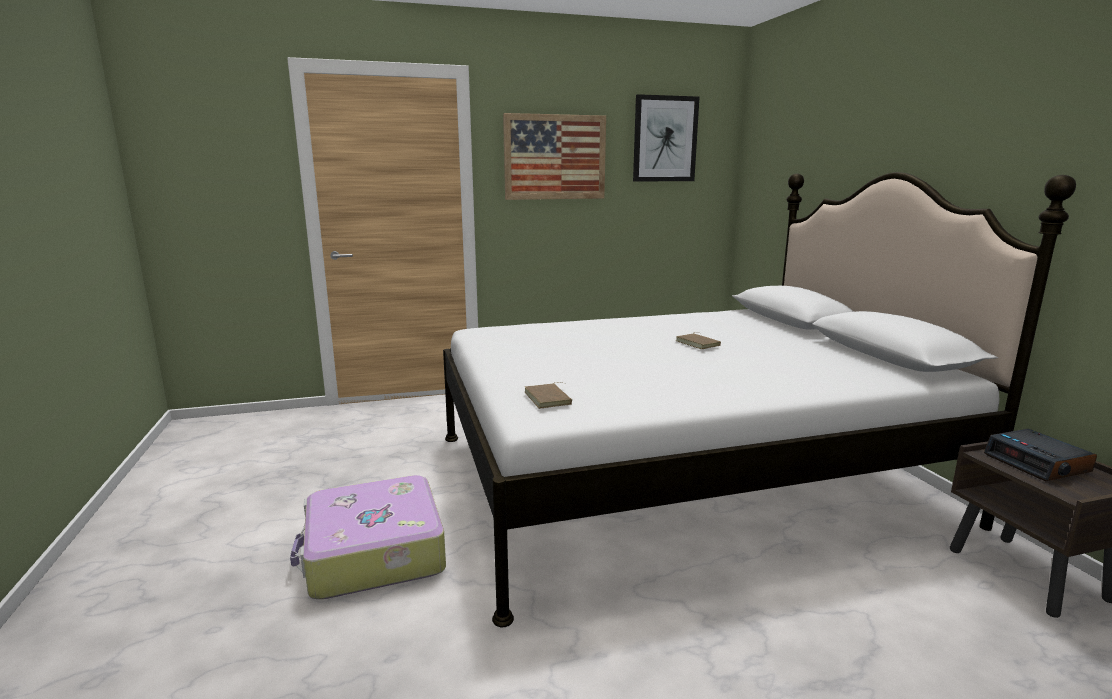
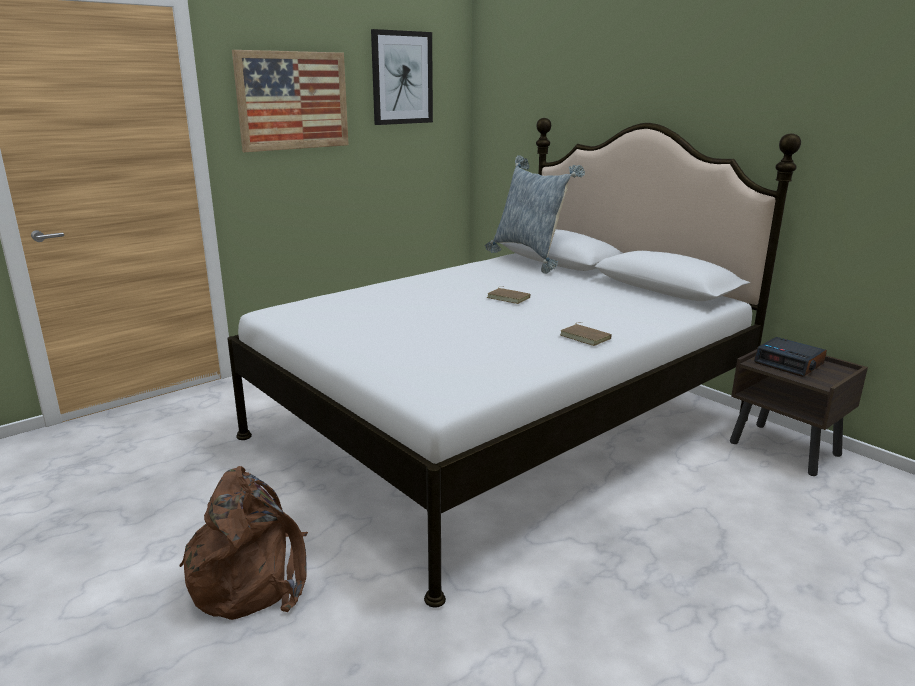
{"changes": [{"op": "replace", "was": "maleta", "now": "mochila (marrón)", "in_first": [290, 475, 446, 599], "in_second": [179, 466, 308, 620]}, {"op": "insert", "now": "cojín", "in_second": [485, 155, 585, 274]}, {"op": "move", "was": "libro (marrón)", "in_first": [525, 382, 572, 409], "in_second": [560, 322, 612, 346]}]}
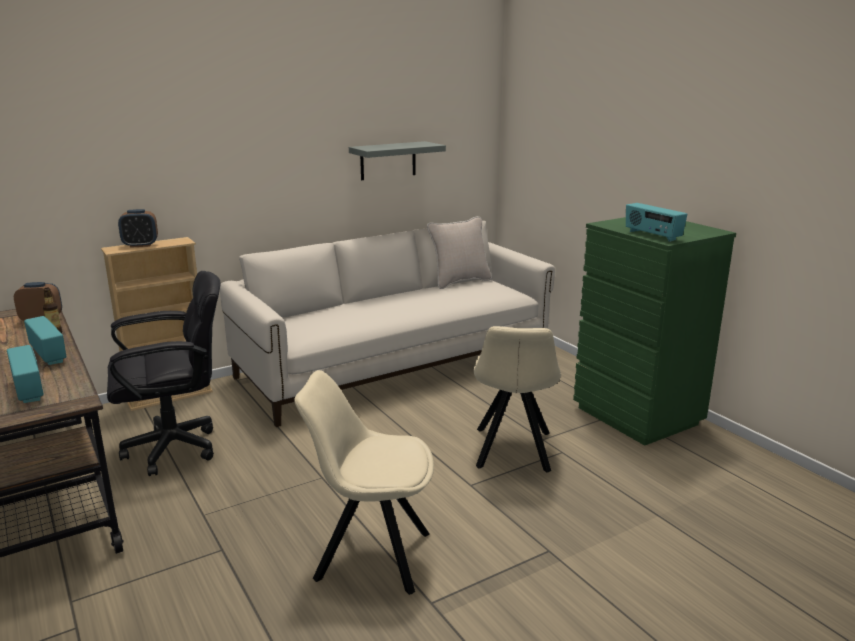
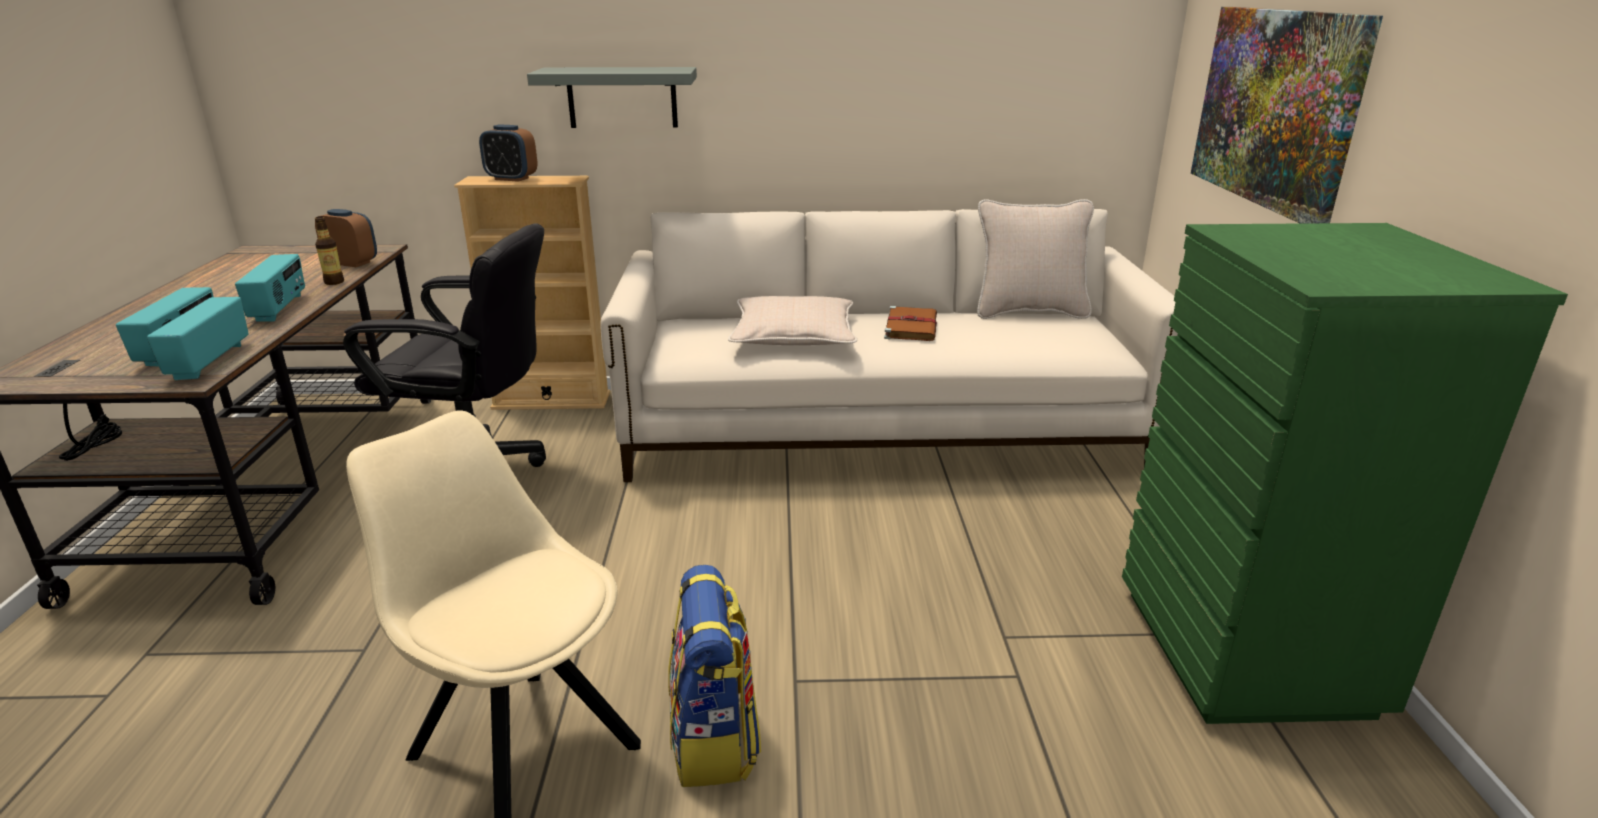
{"changes": [{"op": "move", "was": "radio", "in_first": [626, 203, 687, 242], "in_second": [147, 297, 248, 380]}, {"op": "move", "was": "estante (gris)", "in_first": [349, 141, 446, 180], "in_second": [527, 67, 697, 128]}, {"op": "insert", "now": "mochila", "in_second": [668, 565, 761, 787]}, {"op": "insert", "now": "cojín (beis)", "in_second": [728, 296, 857, 345]}, {"op": "insert", "now": "libro (marrón)", "in_second": [884, 306, 937, 341]}, {"op": "insert", "now": "cuadro", "in_second": [1191, 7, 1383, 224]}, {"op": "delete", "was": "silla (beis)", "in_first": [474, 326, 561, 473]}]}
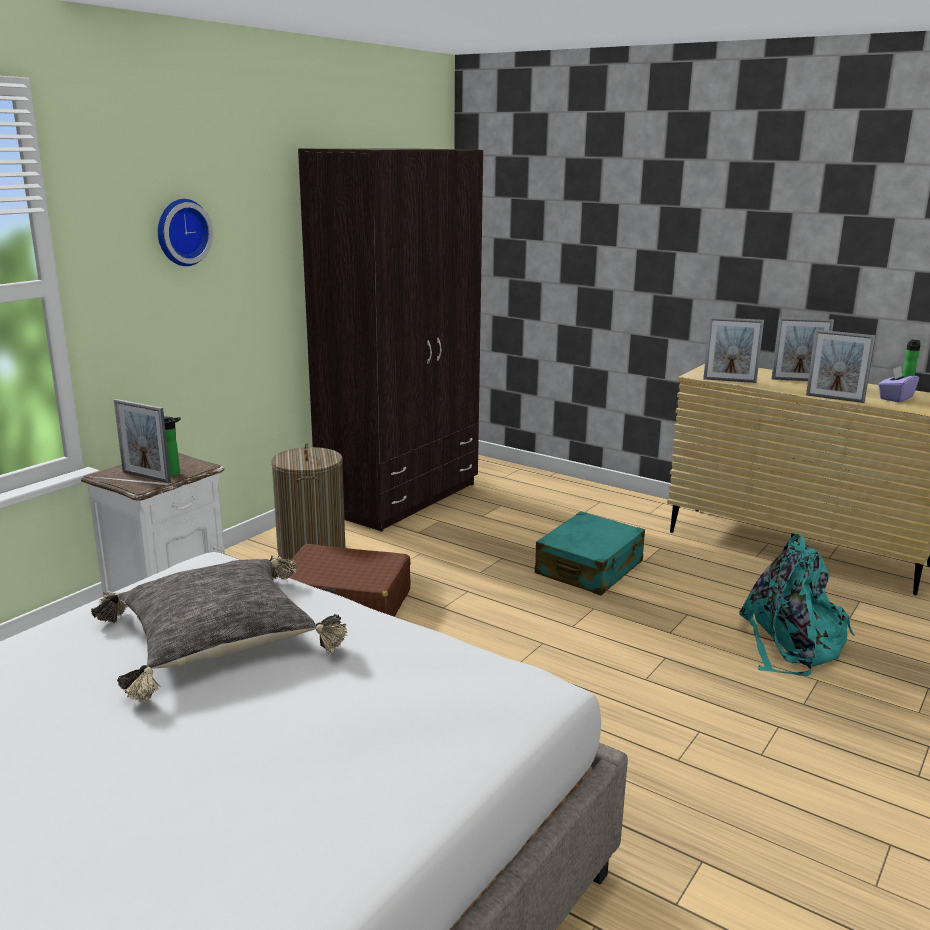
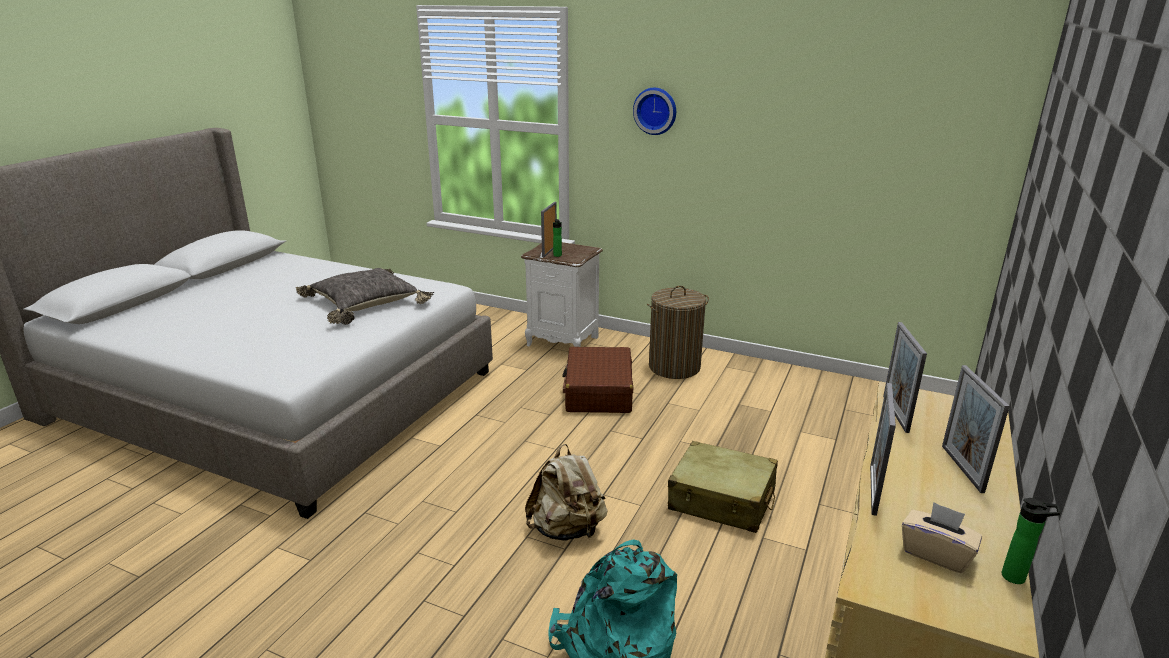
{"changes": [{"op": "insert", "now": "mochila (beis)", "in_second": [525, 444, 608, 541]}, {"op": "recolor", "was": "maleta (turquesa)", "now": "maleta (beis)", "in_first": [535, 511, 645, 595], "in_second": [668, 441, 778, 533]}, {"op": "recolor", "was": "caja de pañuelos (morado)", "now": "caja de pañuelos (beis)", "in_first": [878, 366, 919, 403], "in_second": [902, 502, 982, 573]}, {"op": "delete", "was": "armario ropero (marrón)", "in_first": [298, 149, 483, 532]}]}
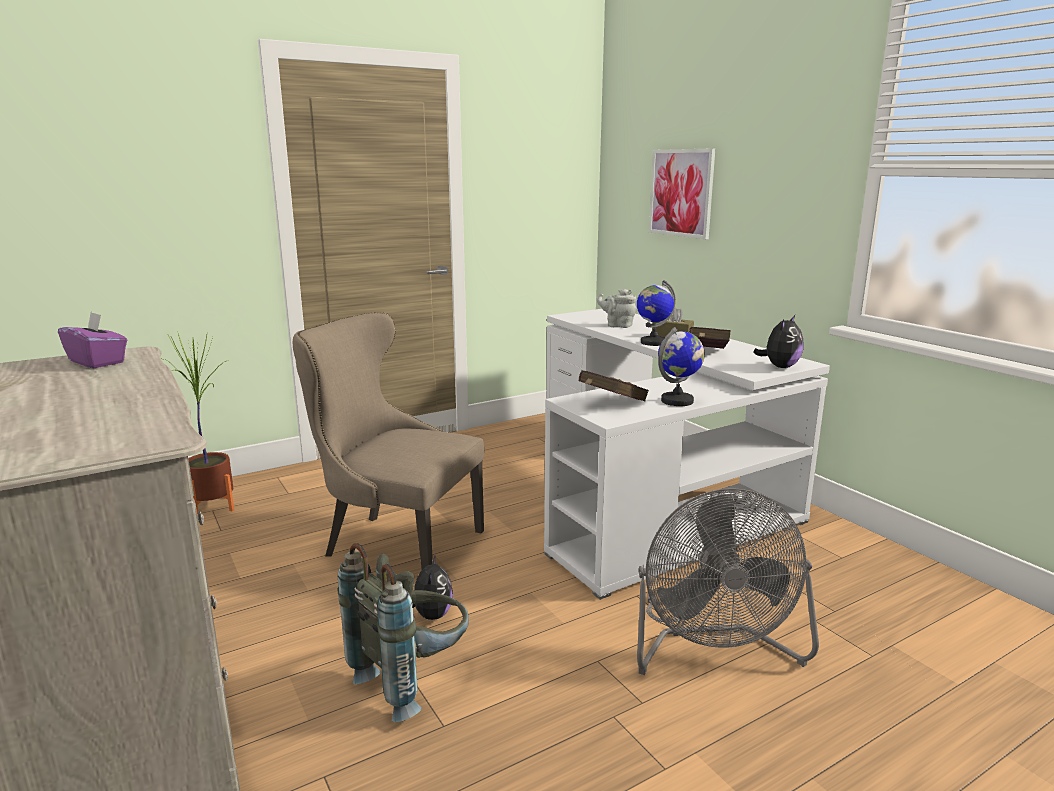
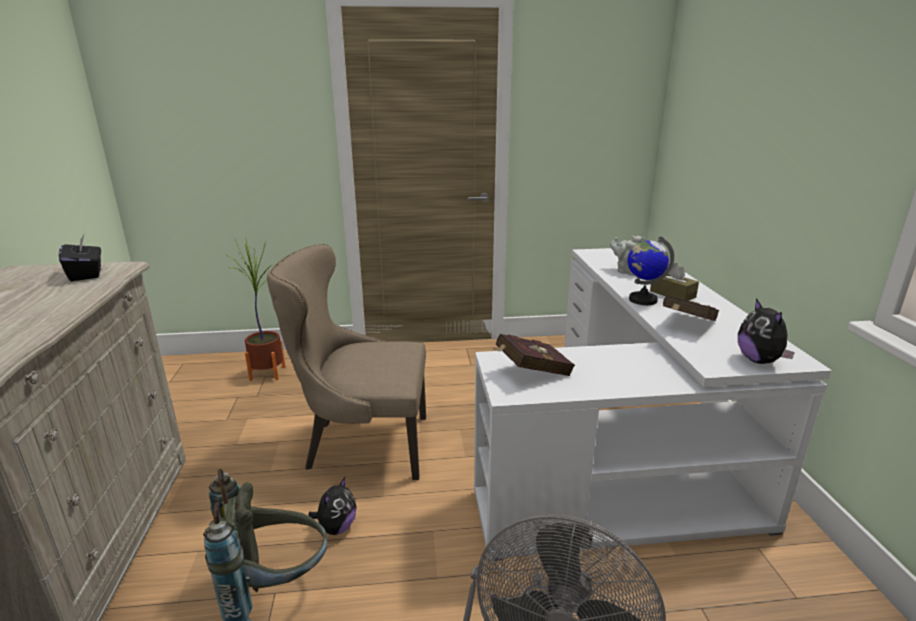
{"changes": [{"op": "recolor", "was": "caja de pañuelos (morado)", "now": "caja de pañuelos (negro)", "in_first": [58, 312, 127, 368], "in_second": [59, 235, 101, 281]}, {"op": "rotate", "was": "silla (beis)", "in_first": [293, 312, 484, 570], "in_second": [267, 244, 426, 480], "clockwise": -45}, {"op": "rotate", "was": "peluche", "in_first": [753, 315, 804, 368], "in_second": [738, 298, 795, 364], "clockwise": 105}, {"op": "delete", "was": "cuadro", "in_first": [649, 148, 715, 239]}, {"op": "delete", "was": "globo terráqueo", "in_first": [658, 327, 705, 406]}]}
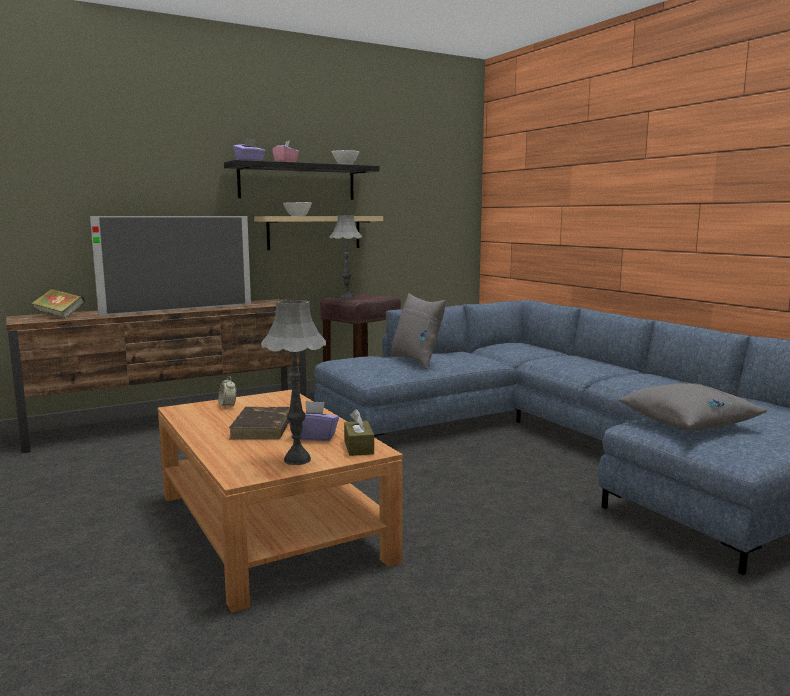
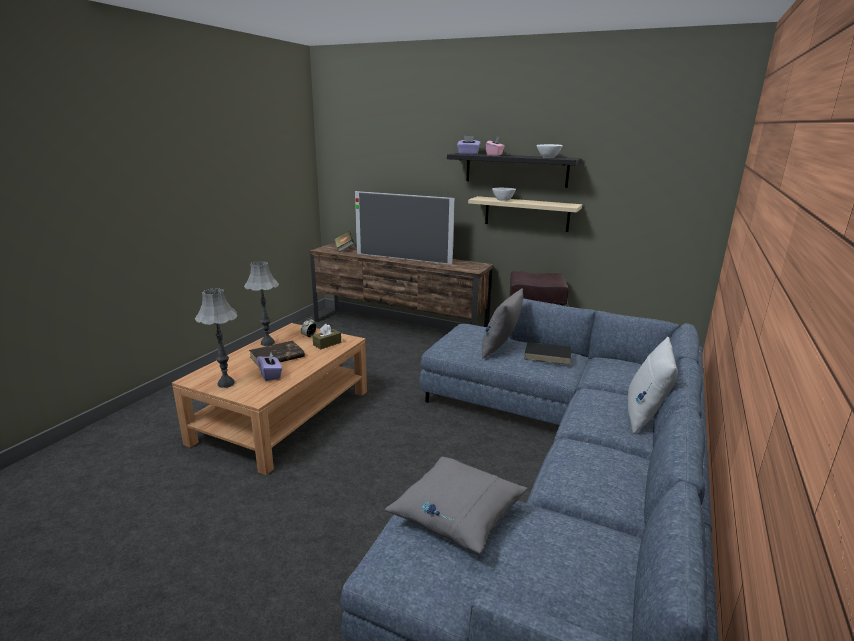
{"changes": [{"op": "move", "was": "lámpara de mesa (gris)", "in_first": [329, 215, 362, 300], "in_second": [244, 261, 279, 346]}, {"op": "move", "was": "caja de pañuelos (marrón)", "in_first": [344, 409, 374, 456], "in_second": [313, 324, 341, 349]}, {"op": "insert", "now": "libro (negro)", "in_second": [524, 342, 572, 365]}, {"op": "insert", "now": "cojín (gris)", "in_second": [628, 337, 678, 434]}]}
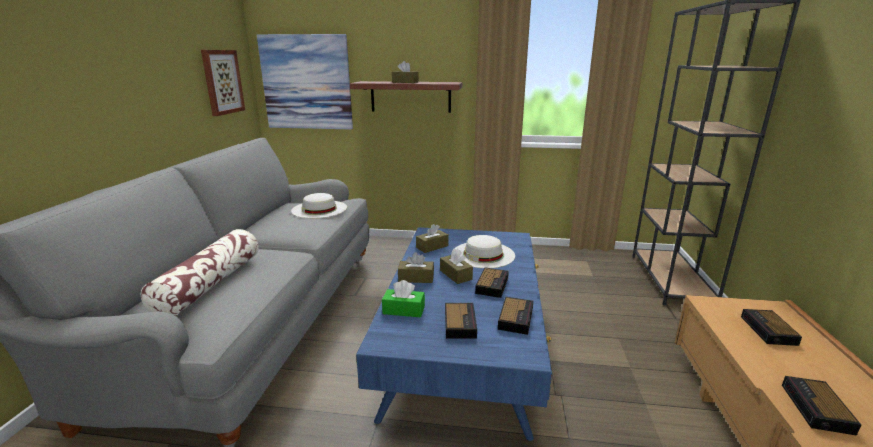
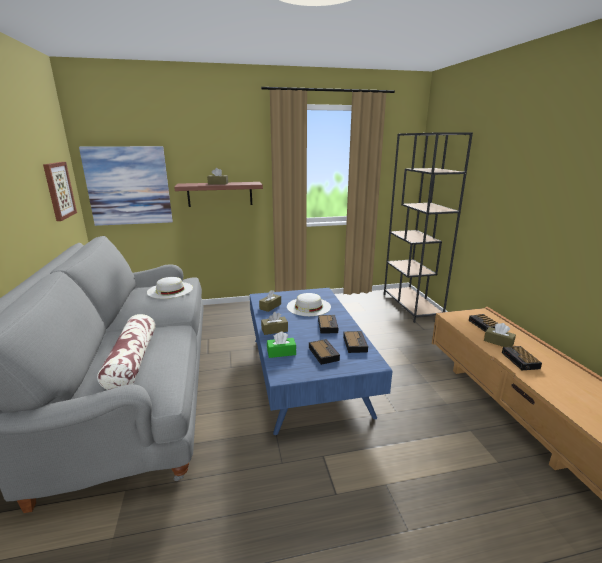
{"changes": [{"op": "move", "was": "caja de pañuelos (marrón)", "in_first": [440, 249, 473, 284], "in_second": [484, 323, 516, 347]}]}
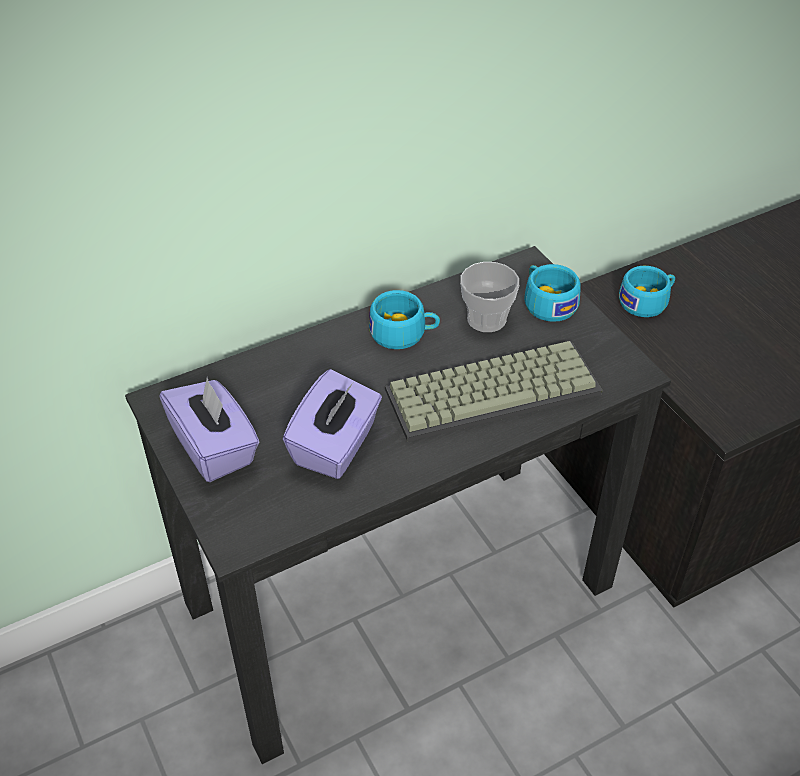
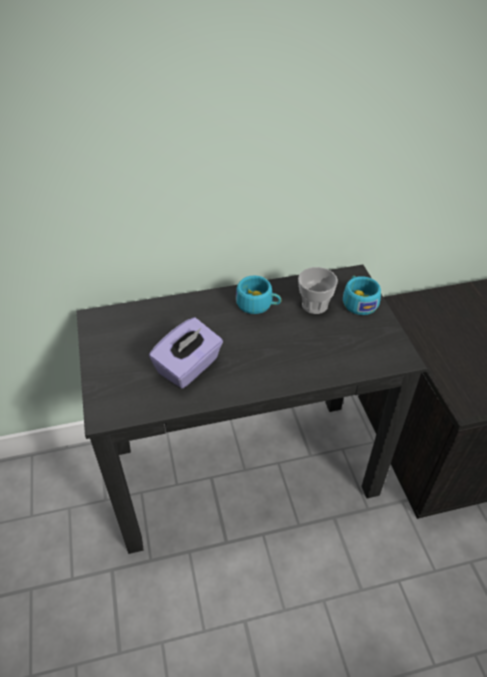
{"changes": [{"op": "delete", "was": "caja de pañuelos (morado)", "in_first": [159, 378, 259, 482]}, {"op": "delete", "was": "teclado", "in_first": [385, 341, 603, 442]}, {"op": "delete", "was": "taza (turquesa)", "in_first": [619, 266, 675, 317]}]}
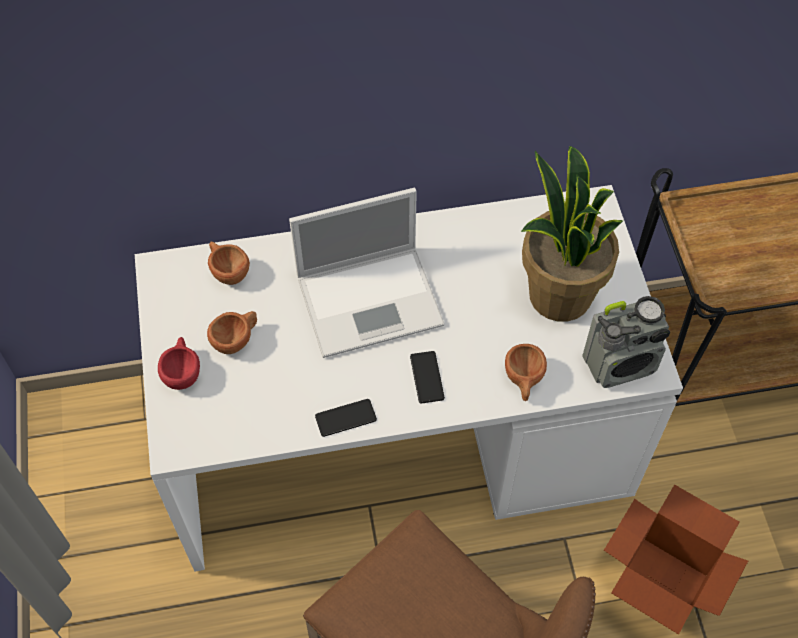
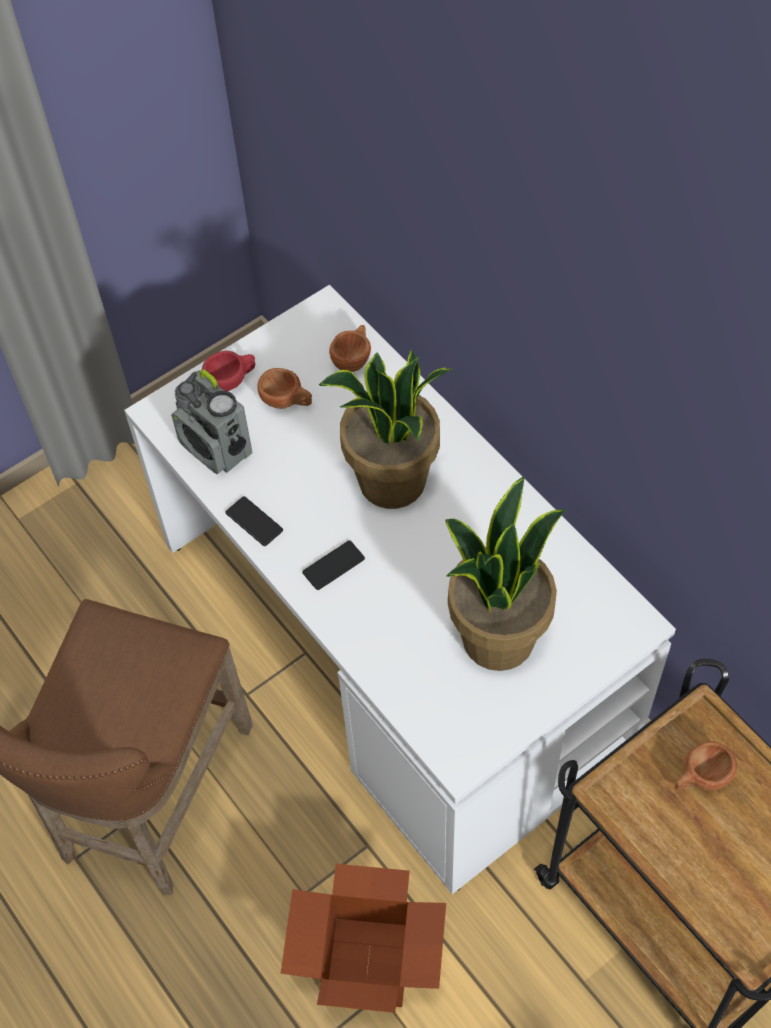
{"changes": [{"op": "move", "was": "radio", "in_first": [582, 296, 670, 388], "in_second": [171, 369, 252, 474]}, {"op": "replace", "was": "portátil", "now": "planta en maceta", "in_first": [289, 188, 445, 358], "in_second": [319, 349, 453, 509]}, {"op": "move", "was": "taza (marrón)", "in_first": [505, 344, 547, 401], "in_second": [675, 741, 737, 791]}]}
